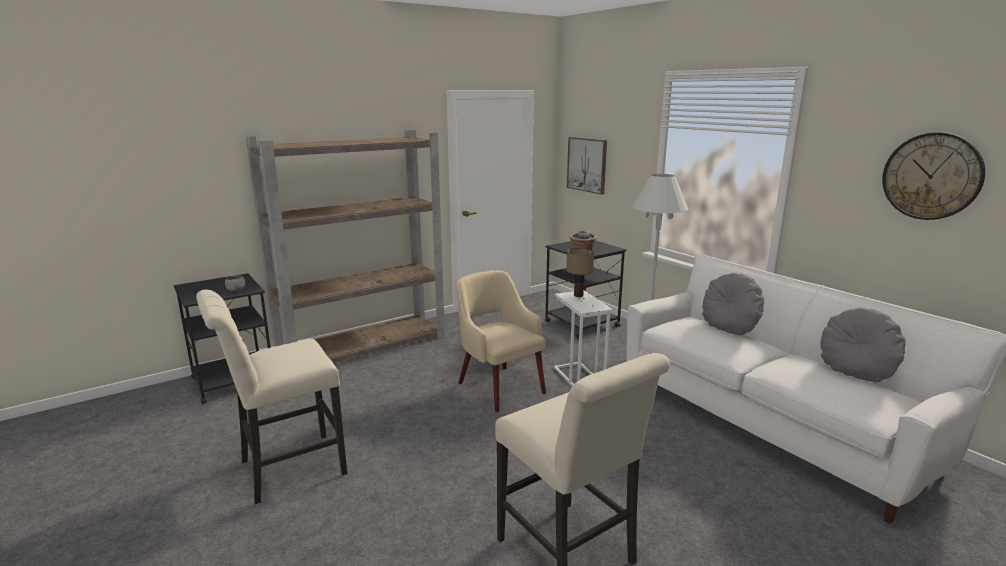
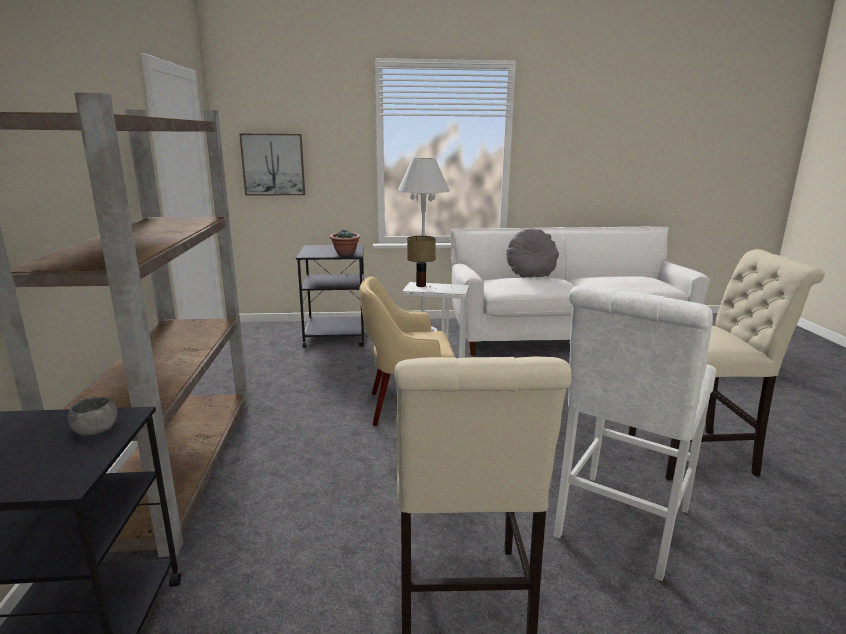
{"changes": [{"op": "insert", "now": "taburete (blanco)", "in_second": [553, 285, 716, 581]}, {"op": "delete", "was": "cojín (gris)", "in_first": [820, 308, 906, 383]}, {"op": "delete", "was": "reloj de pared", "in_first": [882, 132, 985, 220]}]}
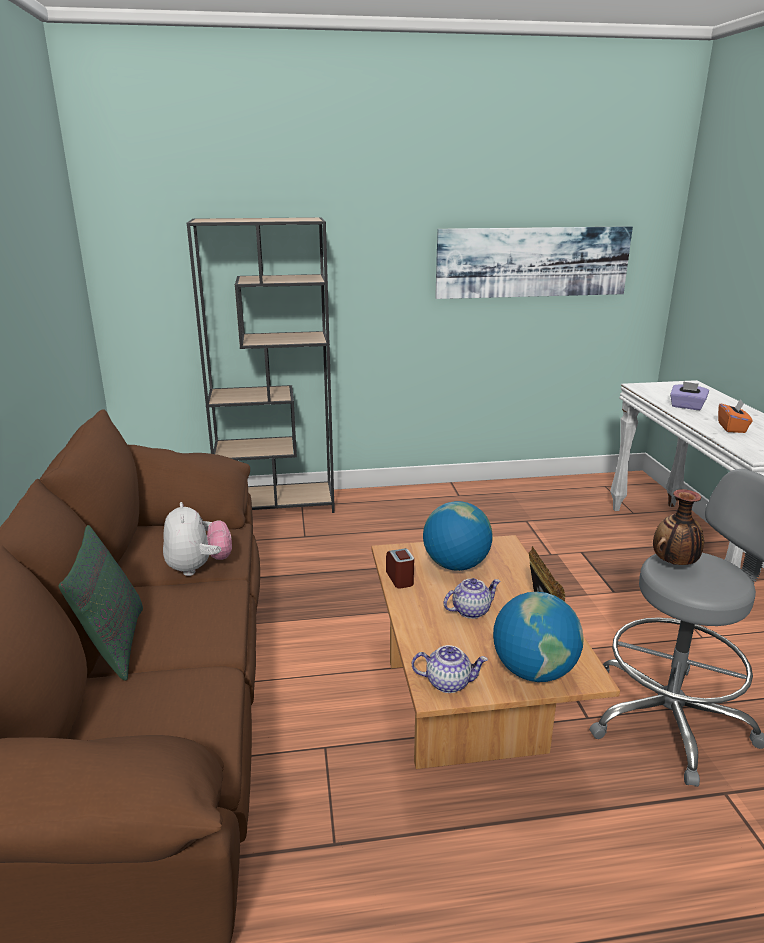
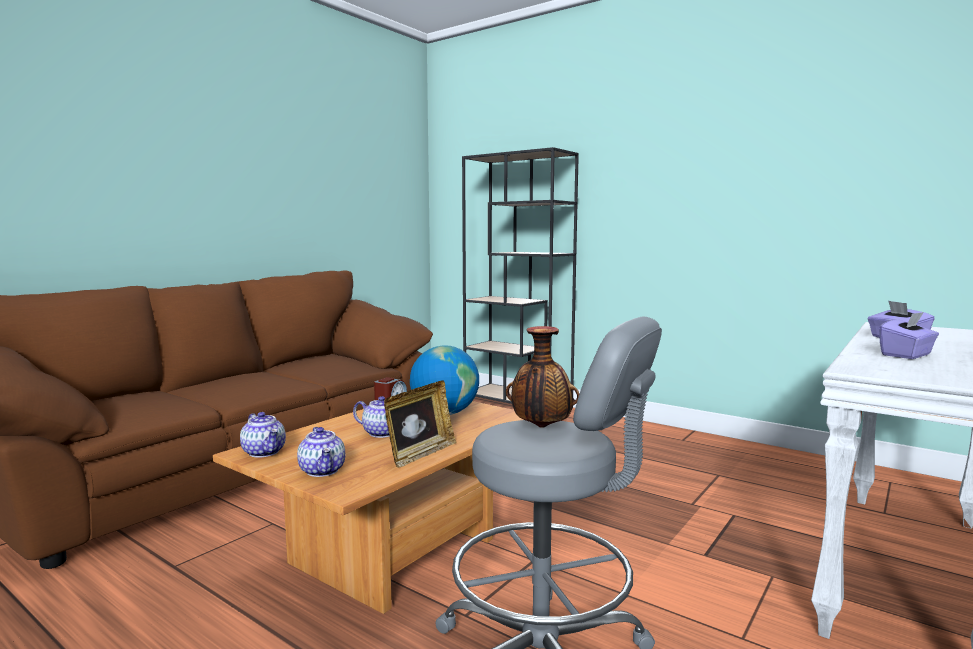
{"changes": [{"op": "replace", "was": "globo terráqueo", "now": "tetera", "in_first": [493, 592, 584, 682], "in_second": [297, 427, 345, 477]}, {"op": "recolor", "was": "caja de pañuelos (naranja)", "now": "caja de pañuelos (morado)", "in_first": [718, 399, 753, 433], "in_second": [879, 312, 939, 359]}, {"op": "delete", "was": "cojín (verde)", "in_first": [59, 525, 143, 681]}, {"op": "delete", "was": "peluche", "in_first": [163, 502, 232, 576]}, {"op": "delete", "was": "cuadro", "in_first": [435, 226, 633, 299]}]}
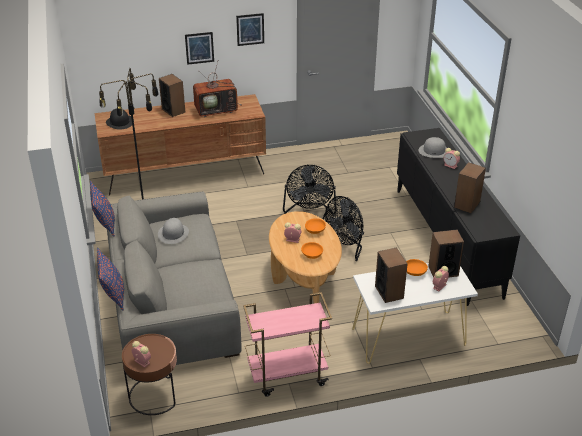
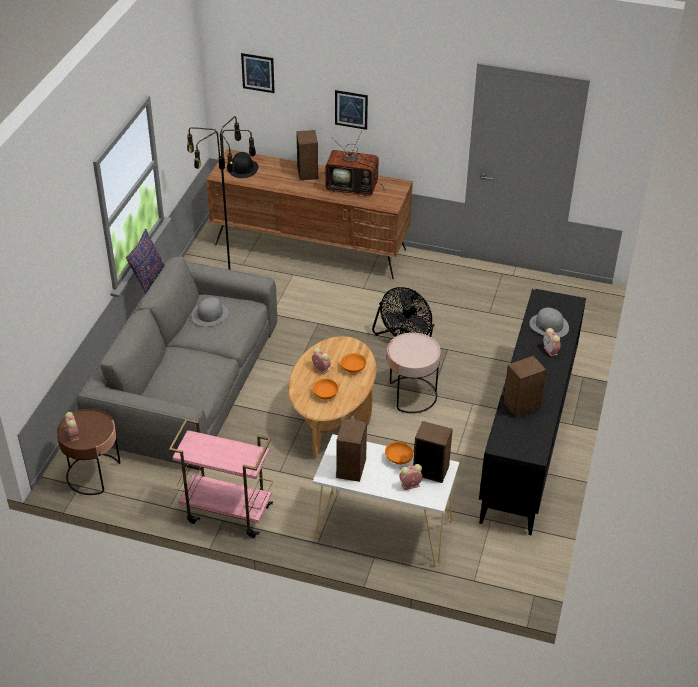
{"changes": [{"op": "move", "was": "cuadro", "in_first": [236, 13, 264, 46], "in_second": [241, 53, 275, 93]}, {"op": "replace", "was": "ventilador (negro)", "now": "mesa auxiliar (rosa)", "in_first": [322, 196, 364, 261], "in_second": [387, 332, 441, 413]}, {"op": "delete", "was": "cojín (azul)", "in_first": [97, 248, 124, 311]}]}
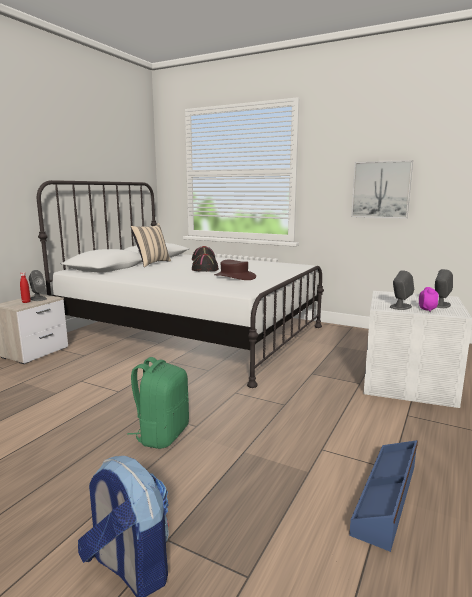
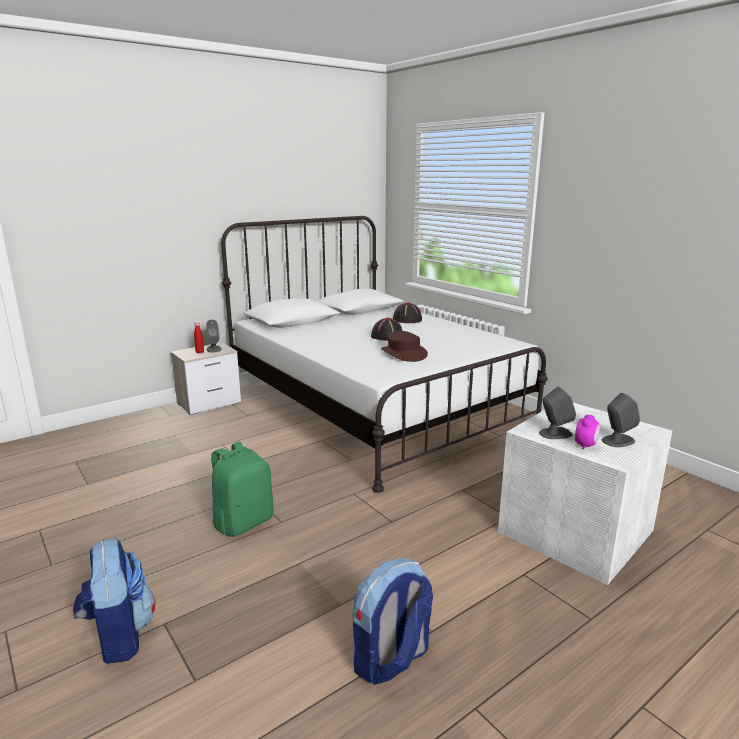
{"changes": [{"op": "replace", "was": "caja de almacenaje (azul)", "now": "mochila", "in_first": [349, 440, 418, 552], "in_second": [353, 558, 433, 685]}, {"op": "delete", "was": "cojín (beis)", "in_first": [131, 223, 171, 267]}, {"op": "delete", "was": "cuadro", "in_first": [351, 160, 413, 219]}]}
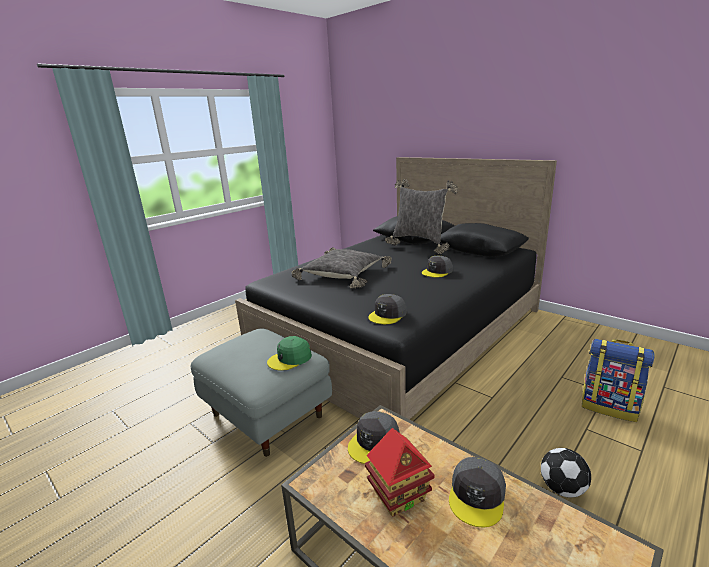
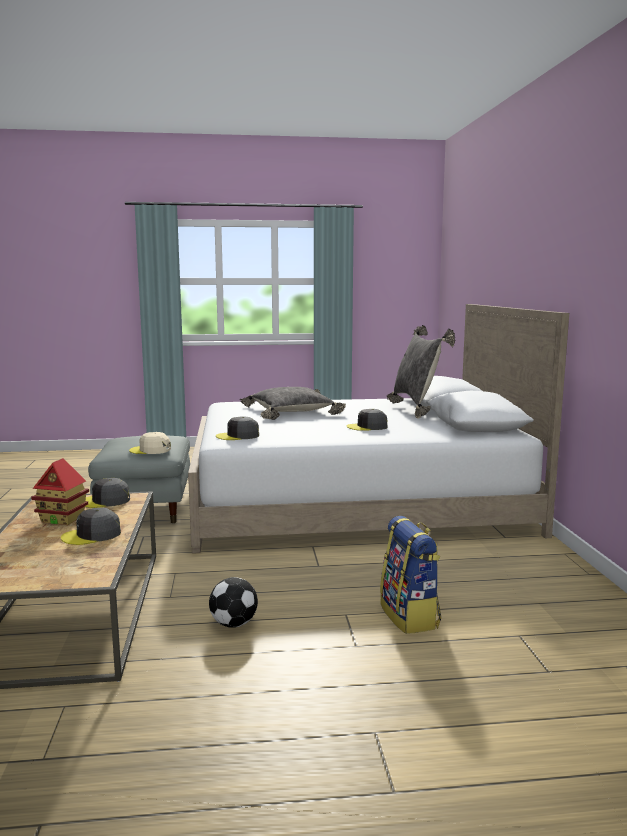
{"changes": [{"op": "recolor", "was": "gorra (verde)", "now": "gorra (beis)", "in_first": [267, 336, 312, 371], "in_second": [129, 432, 171, 454]}, {"op": "recolor", "was": "cama (negro)", "now": "cama (blanco)", "in_first": [235, 157, 557, 420], "in_second": [188, 304, 569, 553]}]}
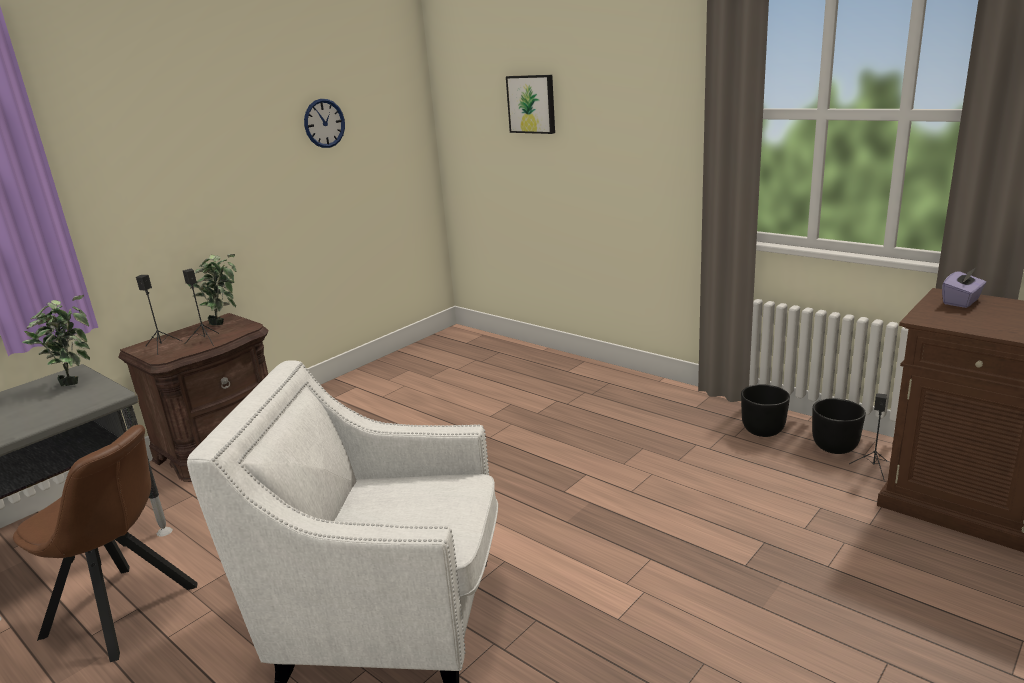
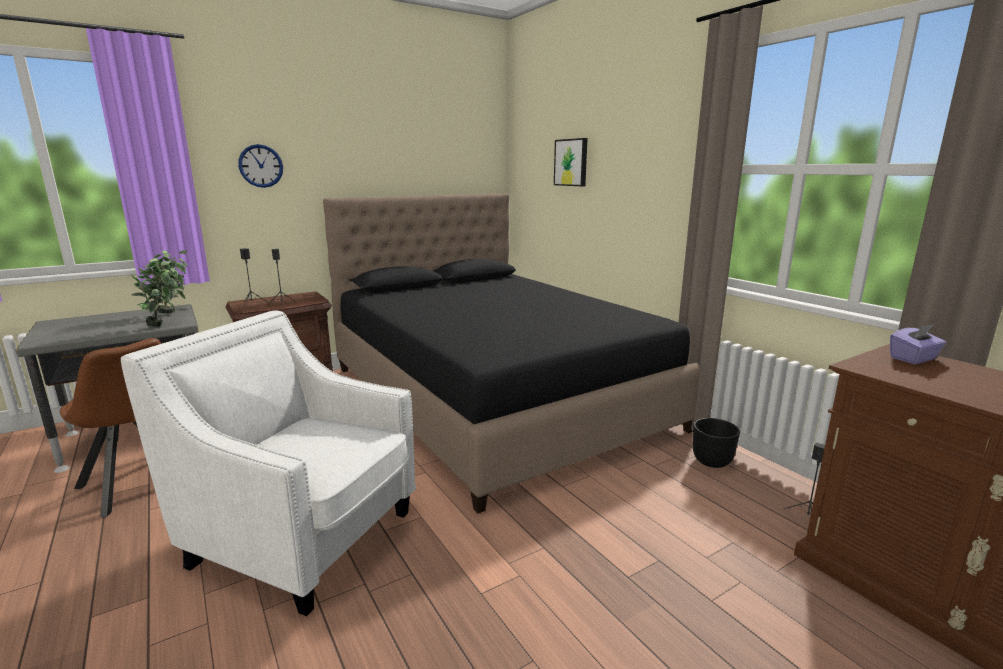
{"changes": [{"op": "move", "was": "planta en maceta", "in_first": [187, 254, 236, 325], "in_second": [131, 258, 178, 327]}, {"op": "move", "was": "reloj de pared", "in_first": [304, 99, 345, 148], "in_second": [238, 144, 283, 188]}, {"op": "insert", "now": "cama (negro)", "in_second": [323, 193, 700, 513]}, {"op": "delete", "was": "maceta (negro)", "in_first": [812, 398, 866, 454]}]}
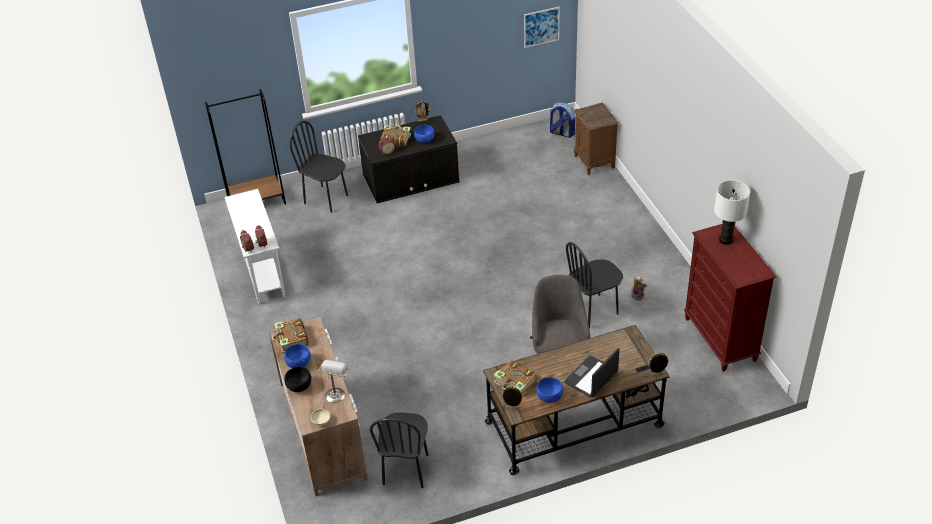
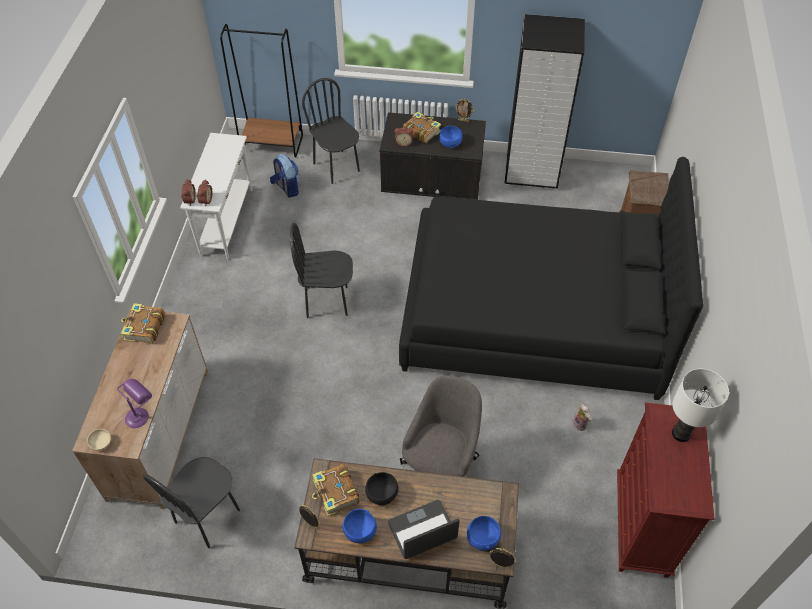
{"changes": [{"op": "recolor", "was": "lámpara de mesa (blanco)", "now": "lámpara de mesa (morado)", "in_first": [318, 360, 349, 403], "in_second": [117, 379, 152, 428]}, {"op": "move", "was": "mochila", "in_first": [550, 102, 575, 138], "in_second": [270, 154, 300, 198]}, {"op": "move", "was": "silla (negro)", "in_first": [566, 242, 623, 329], "in_second": [290, 222, 353, 318]}, {"op": "move", "was": "cuenco (negro)", "in_first": [284, 366, 311, 392], "in_second": [365, 472, 398, 505]}, {"op": "insert", "now": "cama (negro)", "in_second": [399, 157, 703, 400]}, {"op": "move", "was": "cuenco (azul)", "in_first": [284, 344, 311, 368], "in_second": [467, 516, 501, 550]}, {"op": "insert", "now": "armario ropero", "in_second": [504, 14, 585, 190]}, {"op": "delete", "was": "cuadro", "in_first": [524, 7, 560, 48]}]}
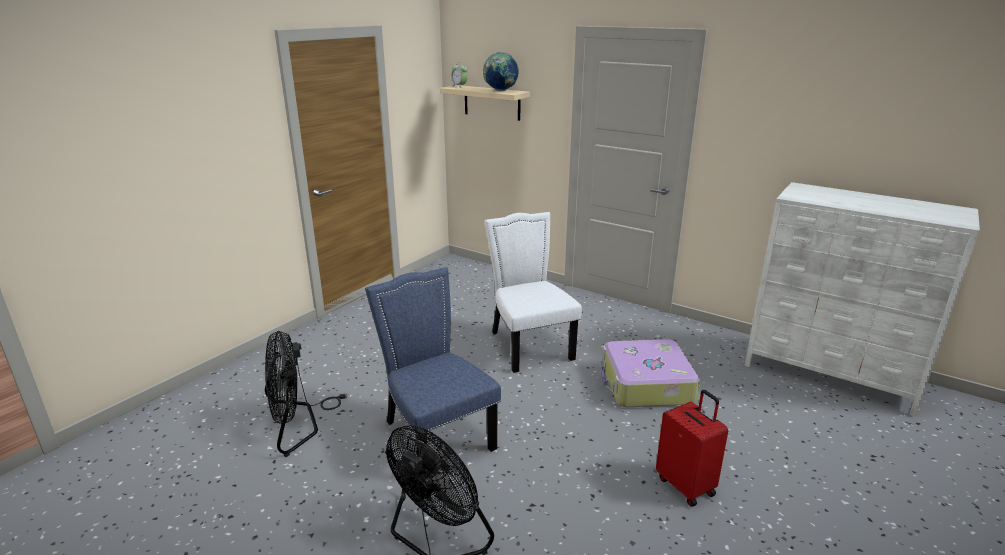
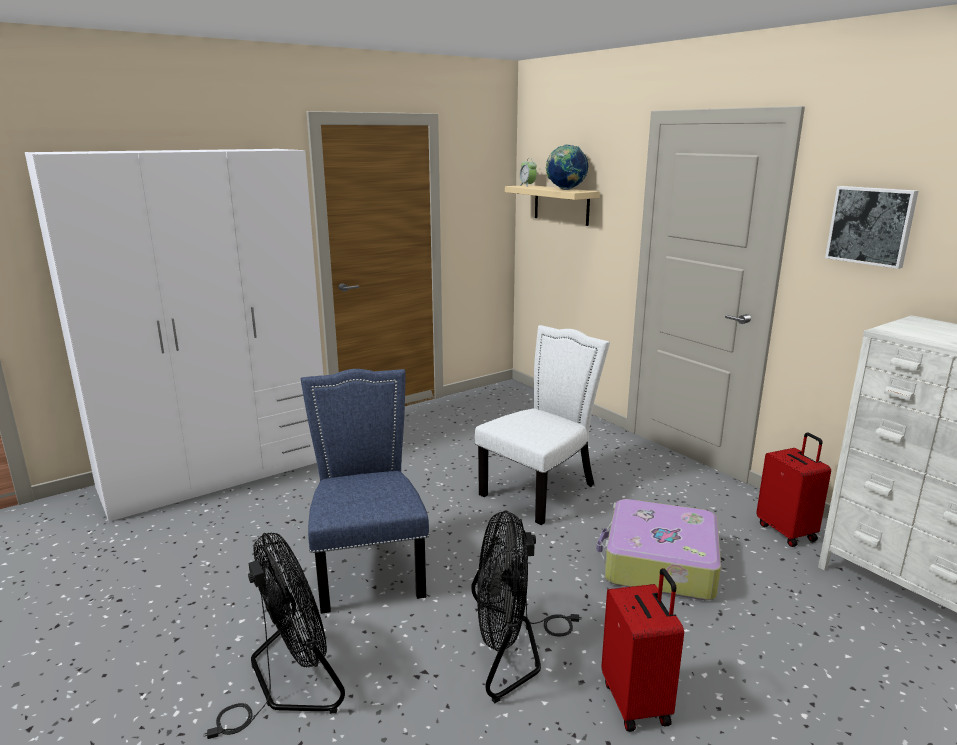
{"changes": [{"op": "insert", "now": "armario ropero (blanco)", "in_second": [25, 149, 323, 523]}, {"op": "move", "was": "ventilador (negro)", "in_first": [265, 331, 347, 457], "in_second": [471, 511, 582, 703]}, {"op": "rotate", "was": "silla (blanco)", "in_first": [485, 212, 582, 373], "in_second": [475, 325, 610, 525], "clockwise": 45}, {"op": "insert", "now": "maleta (rojo)", "in_second": [756, 432, 831, 547]}, {"op": "insert", "now": "cuadro", "in_second": [825, 186, 918, 269]}]}
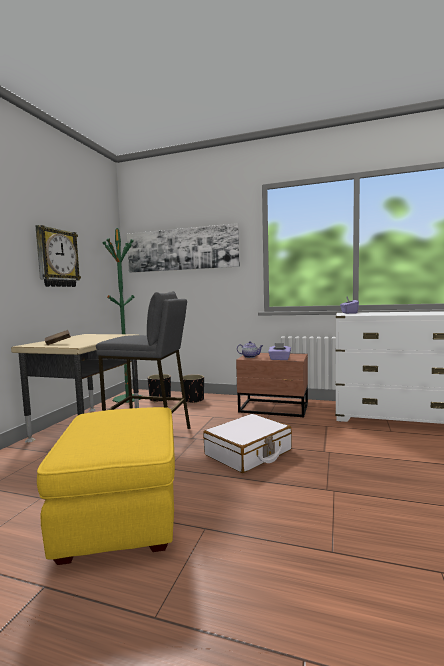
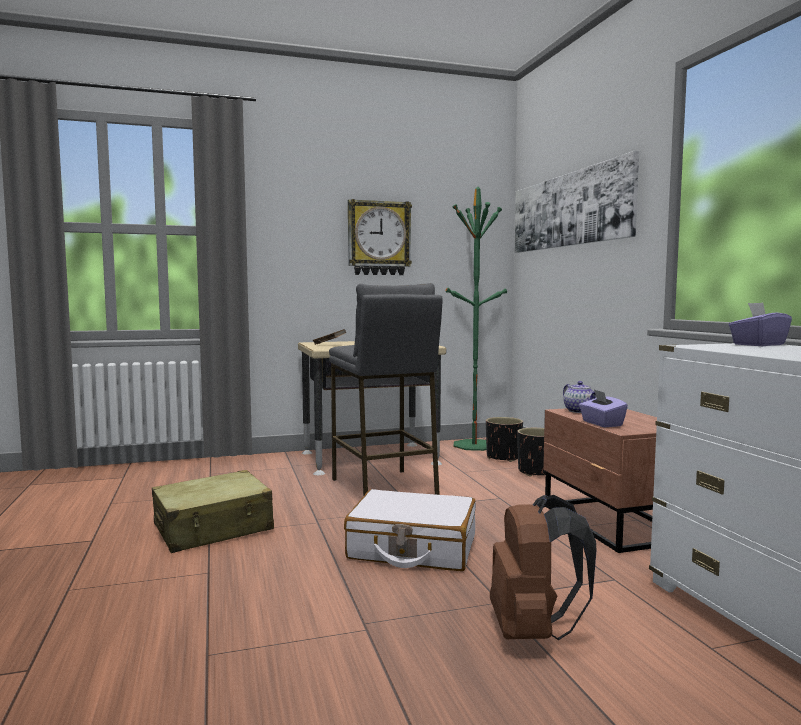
{"changes": [{"op": "replace", "was": "puf (amarillo)", "now": "maleta (beis)", "in_first": [37, 407, 175, 565], "in_second": [152, 470, 274, 553]}, {"op": "insert", "now": "mochila (marrón)", "in_second": [490, 495, 596, 640]}]}
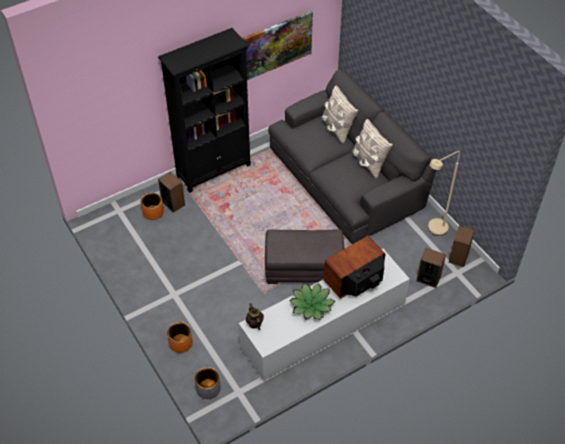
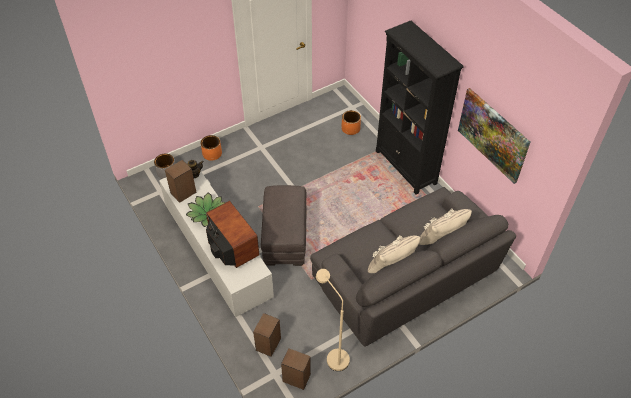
{"changes": [{"op": "move", "was": "altavoz", "in_first": [158, 172, 185, 213], "in_second": [165, 160, 196, 203]}]}
